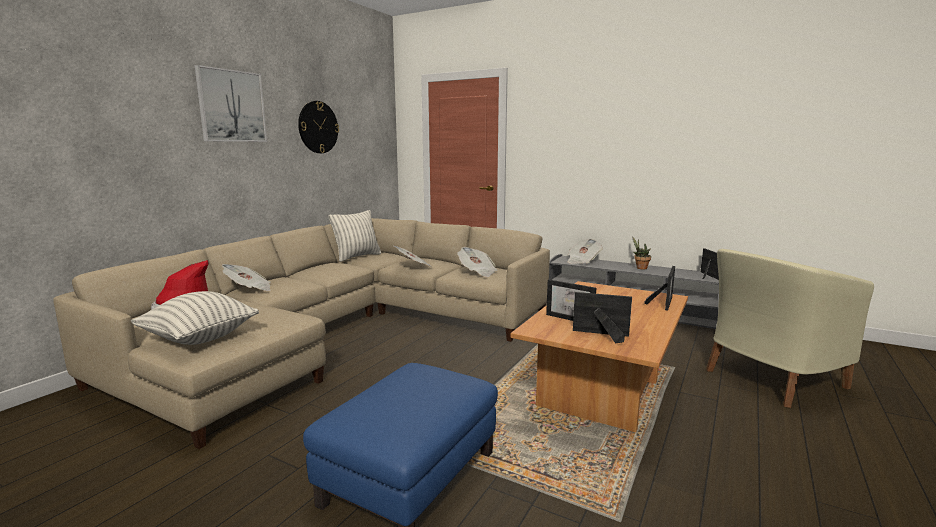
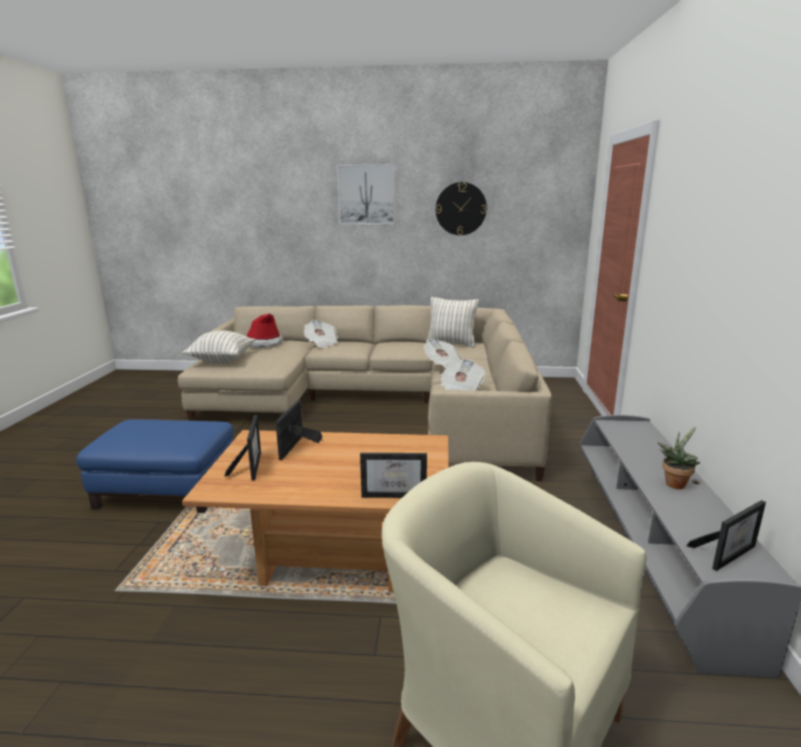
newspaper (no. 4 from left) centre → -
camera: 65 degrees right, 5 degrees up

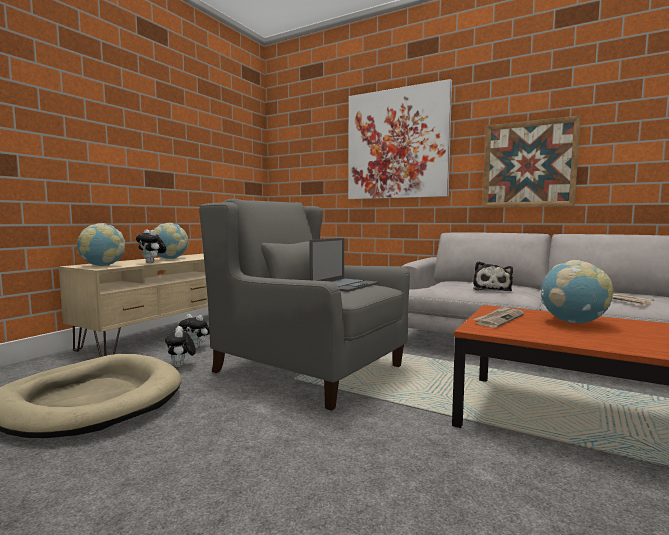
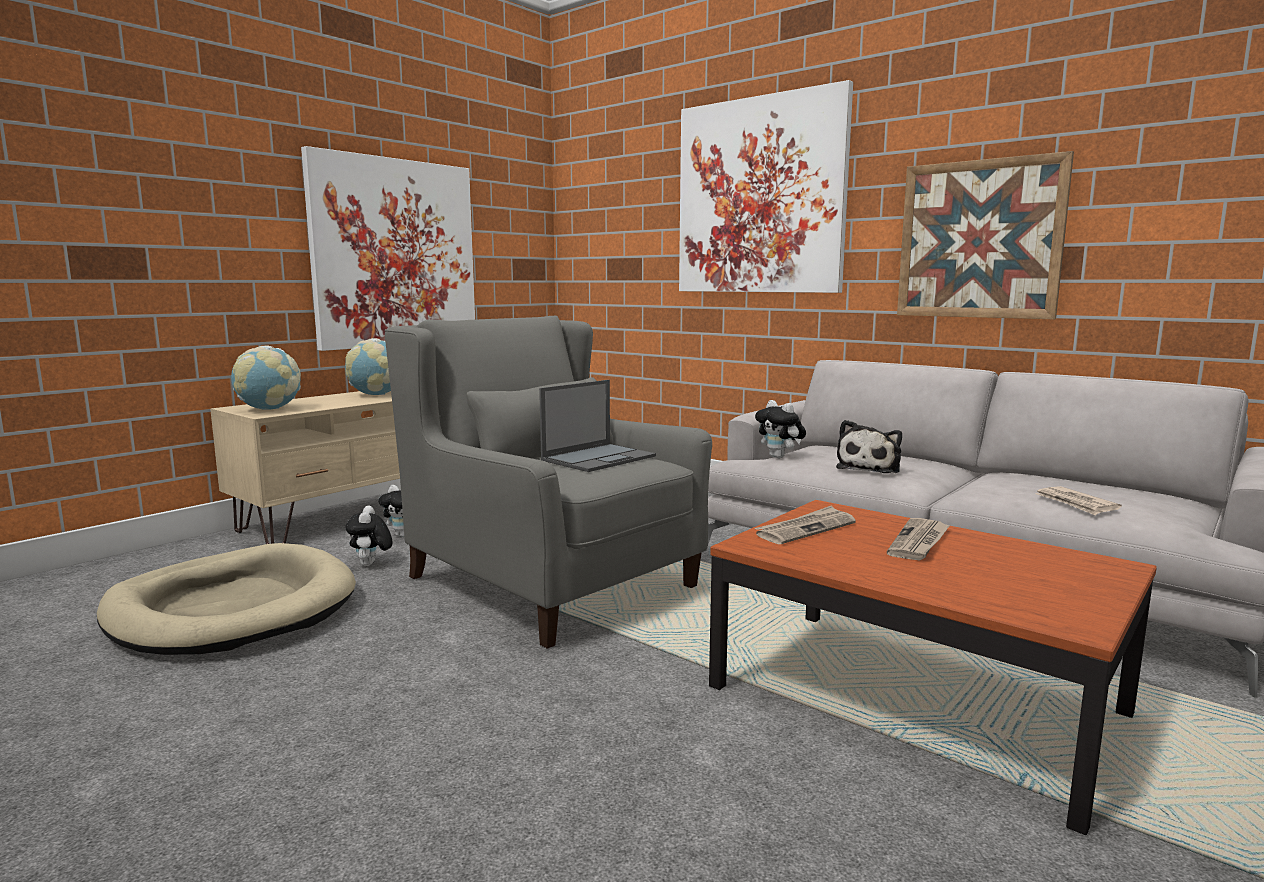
plush toy (no. 1 from left in the first image) middle left → plush toy (no. 3 from left) centre, shifted
globe (no. 3 from left) middle right → newspaper (no. 2 from left) middle right
- → picture (no. 1 from left) top left
camera: 10 degrees right, 5 degrees up

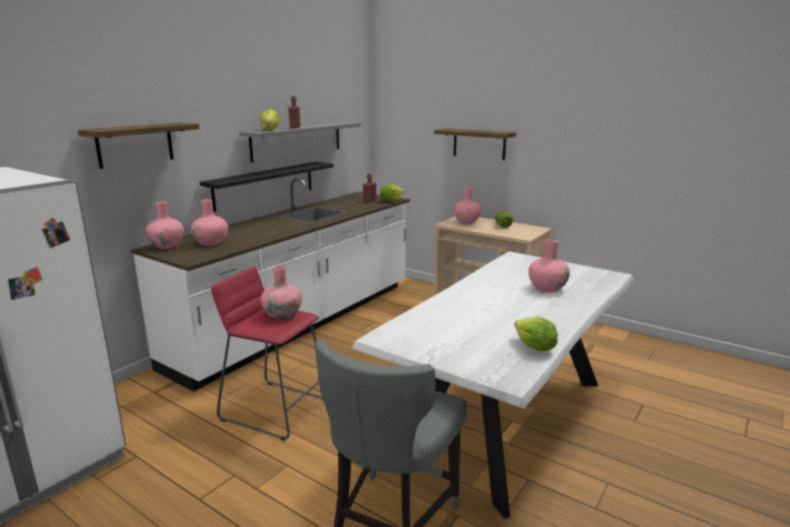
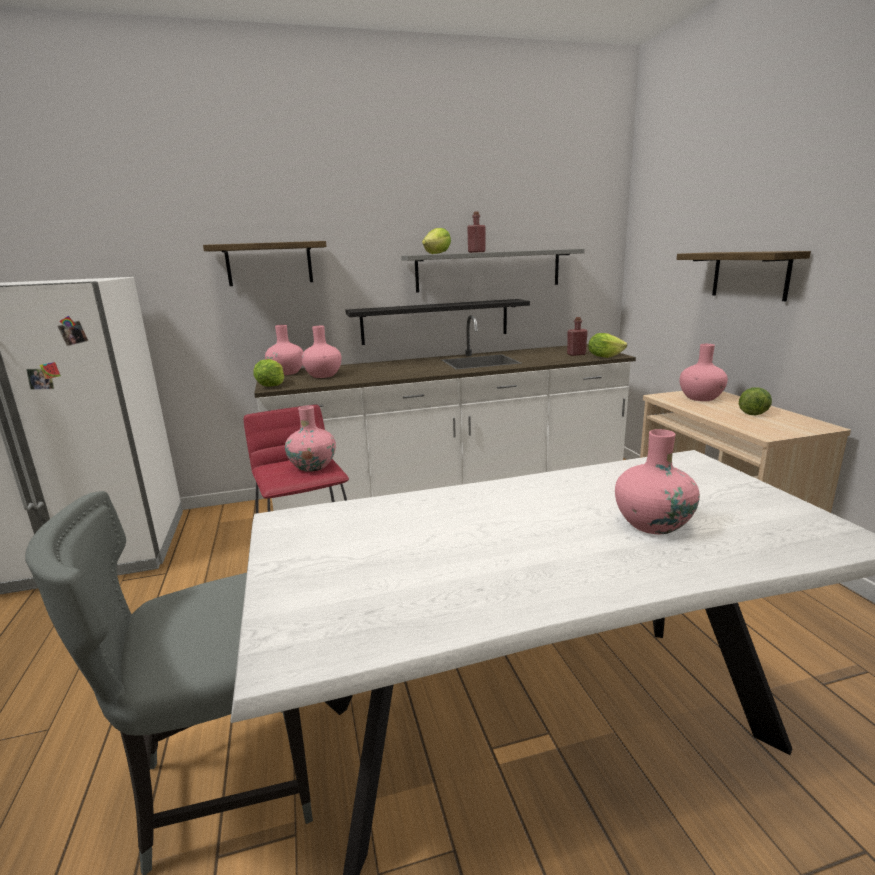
lettuce (no. 4 from left in the first image) middle right → lettuce (no. 1 from left) middle left, shifted
camera: 40 degrees right, 0 degrees up

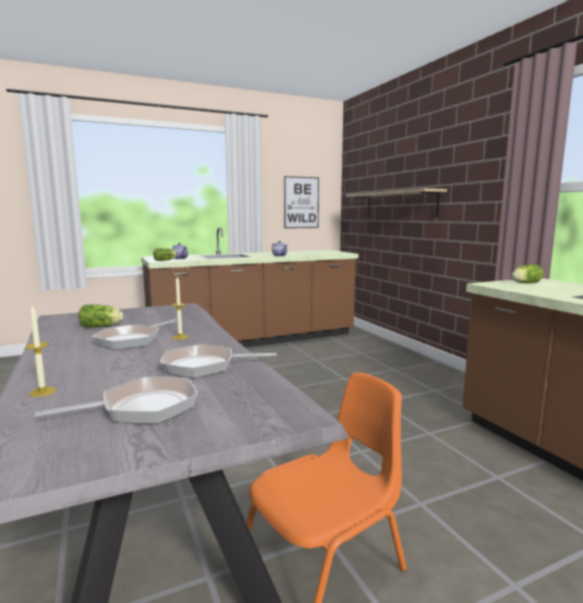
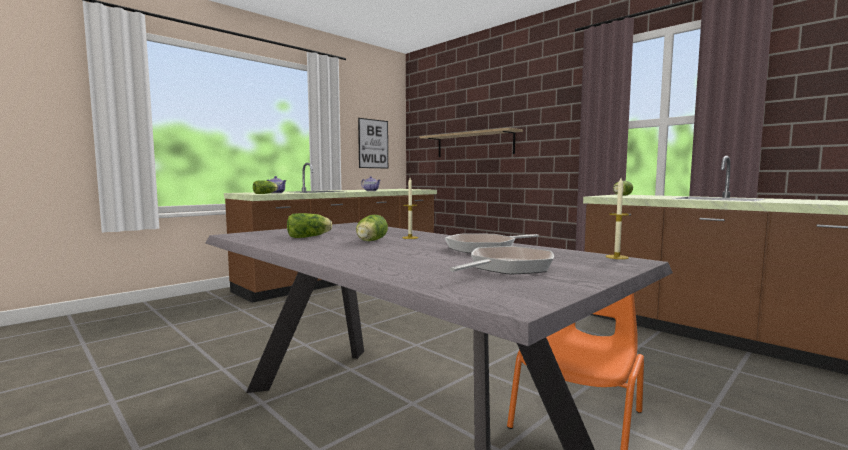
candle (no. 1 from left in the first image) middle left → candle (no. 2 from left) middle right, shifted
frying pan (no. 2 from left) middle left → lettuce (no. 3 from left) centre
camera: 20 degrees left, 5 degrees down

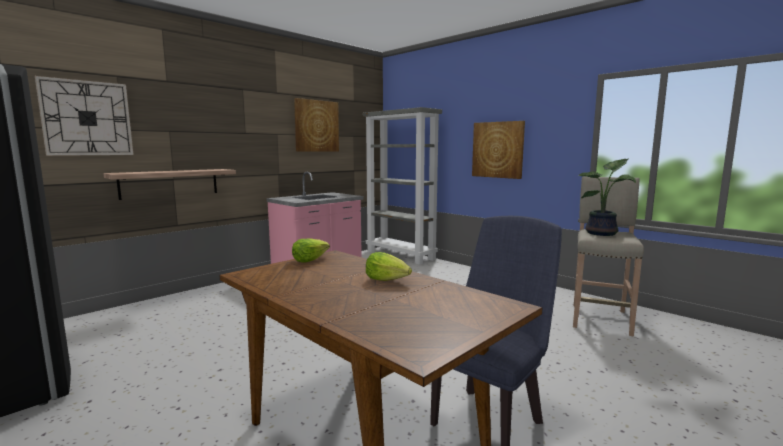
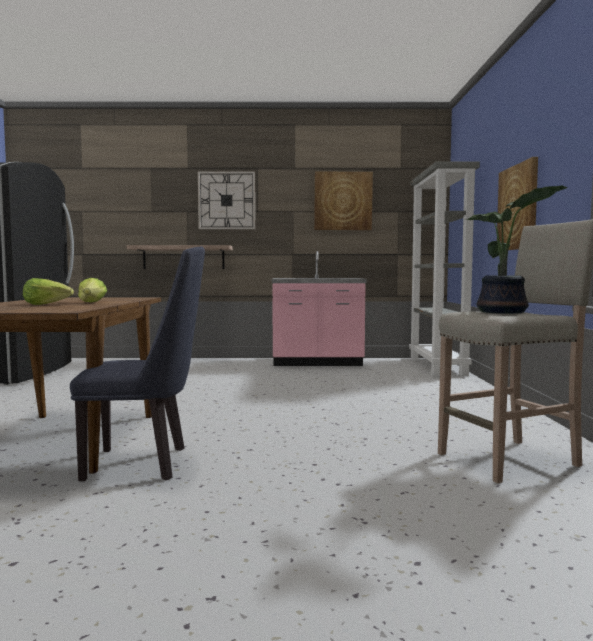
wall clock top left → wall clock top centre, shifted
lettuce (no. 1 from left) centre → lettuce (no. 1 from left) middle left, shifted
camera: 45 degrees right, 5 degrees down

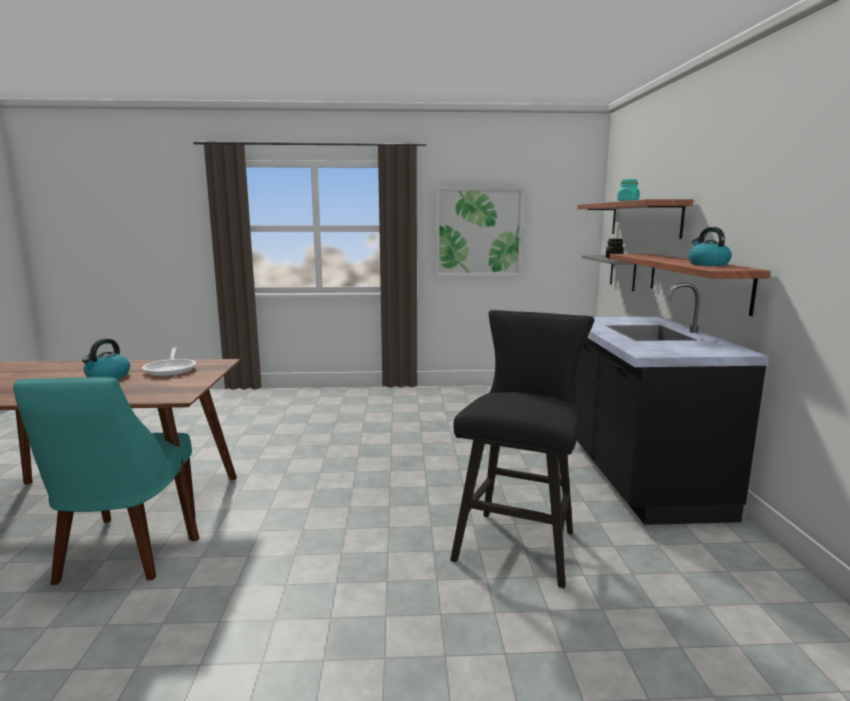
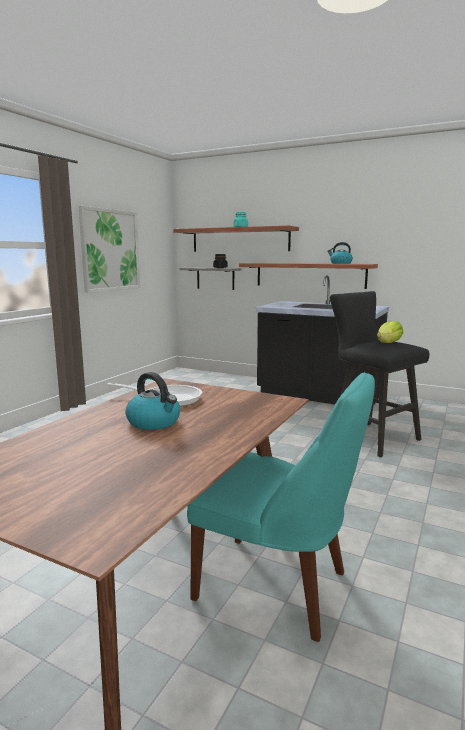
- → lettuce middle right
camera: 60 degrees left, 0 degrees up

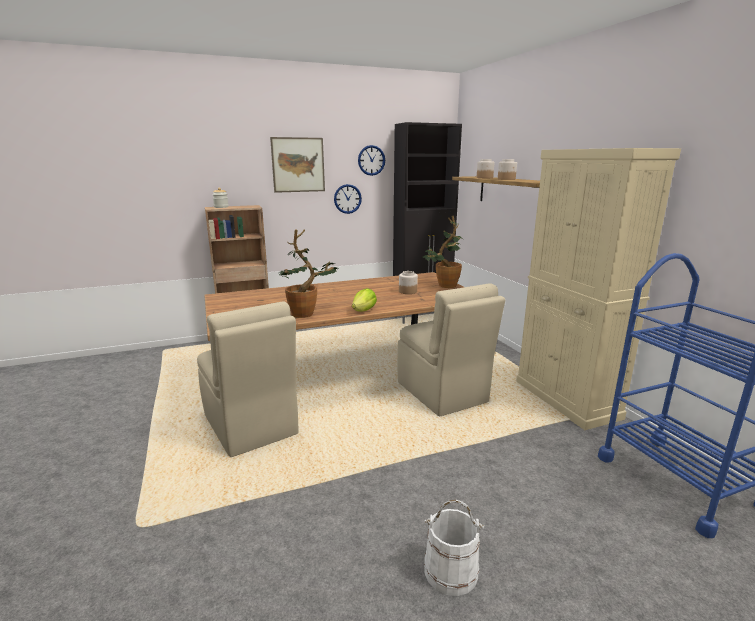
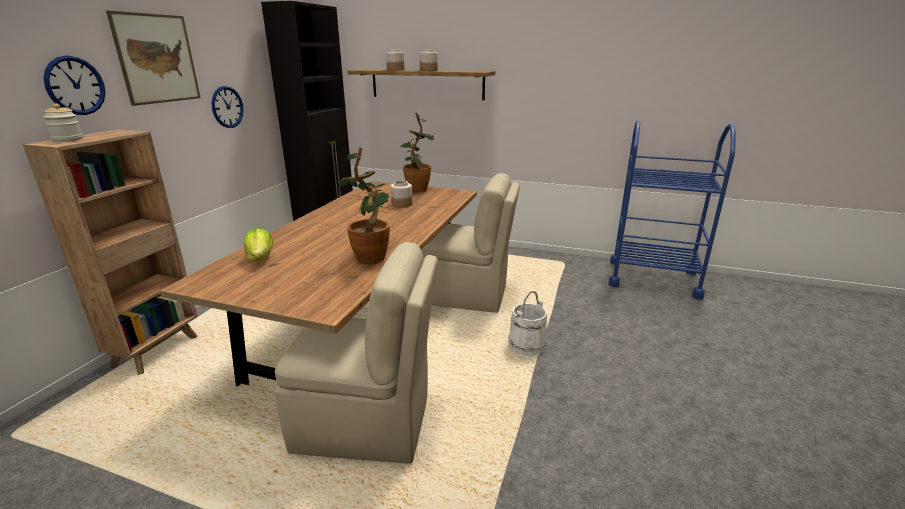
wall clock (no. 2 from left in the first image) top centre → wall clock (no. 1 from left) top left, shifted
beige cabinet middle right → -
lettuce centre → lettuce middle left, shifted
white bucket bottom centre → white bucket centre, shifted
camera: 50 degrees left, 5 degrees up

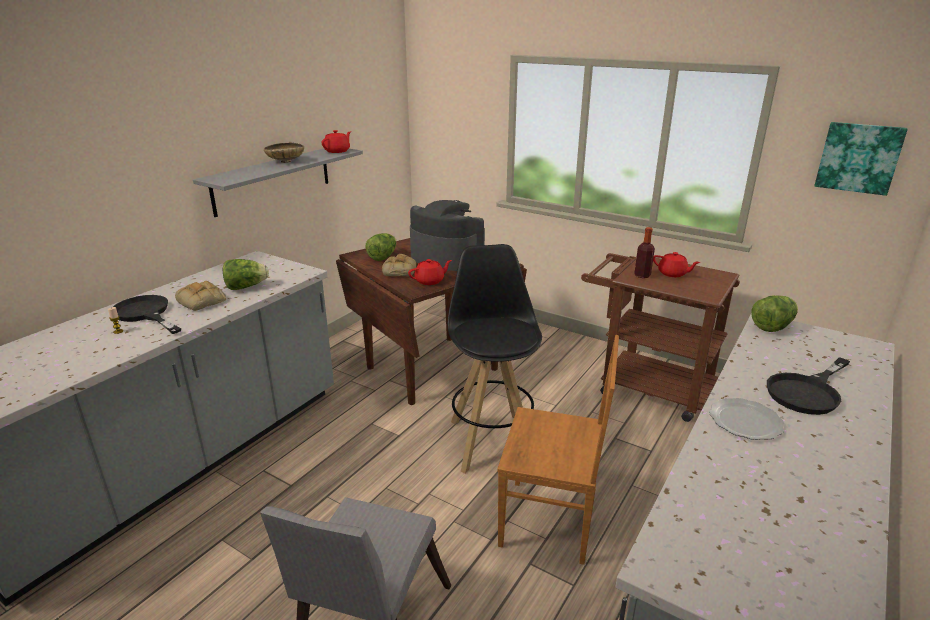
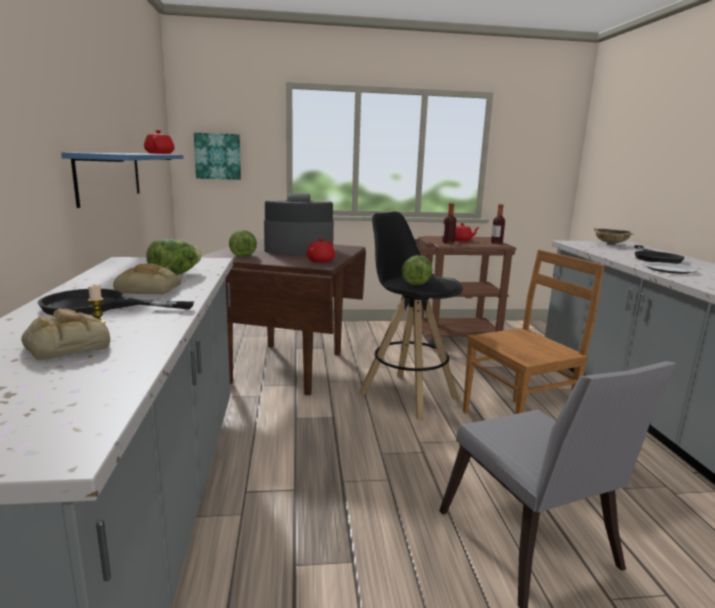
picture top right → picture top left, shifted
beige bowl top left → beige bowl middle right, shifted
grey shelf top left → blue shelf top left
bread (no. 2 from left in the first image) centre → bread (no. 1 from left) middle left, shifted
lettuce (no. 3 from left) middle right → lettuce (no. 3 from left) centre, shifted
- → bottle (no. 2 from left) middle right
camera: 40 degrees left, 10 degrees down

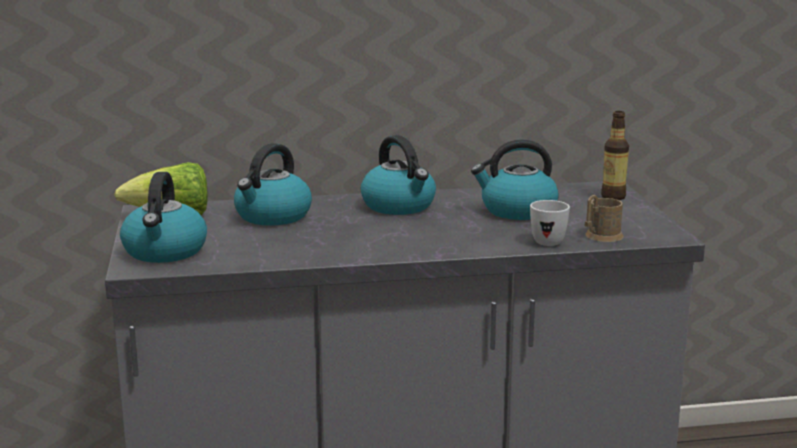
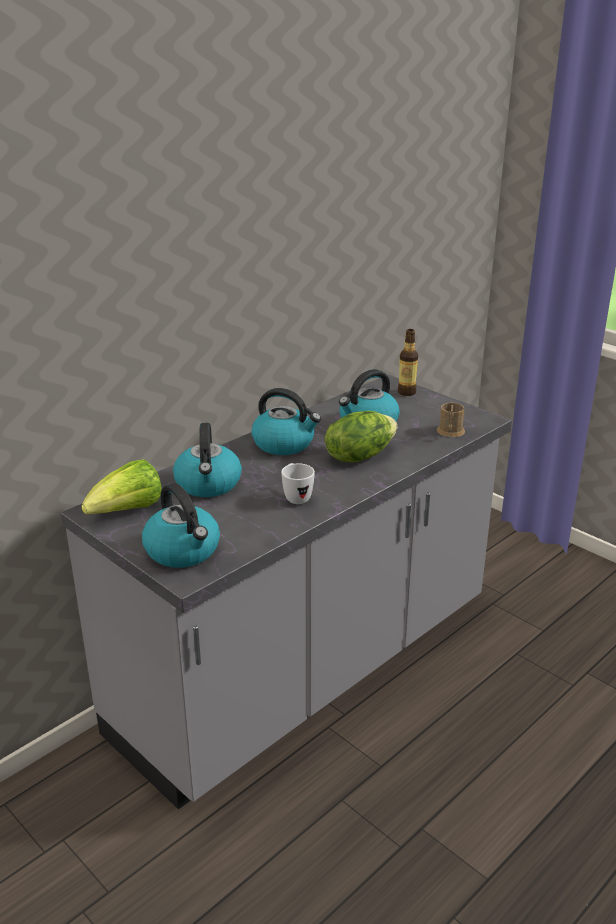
white mug middle right → white mug centre, shifted
- → lettuce (no. 2 from left) centre
camera: 35 degrees left, 10 degrees up

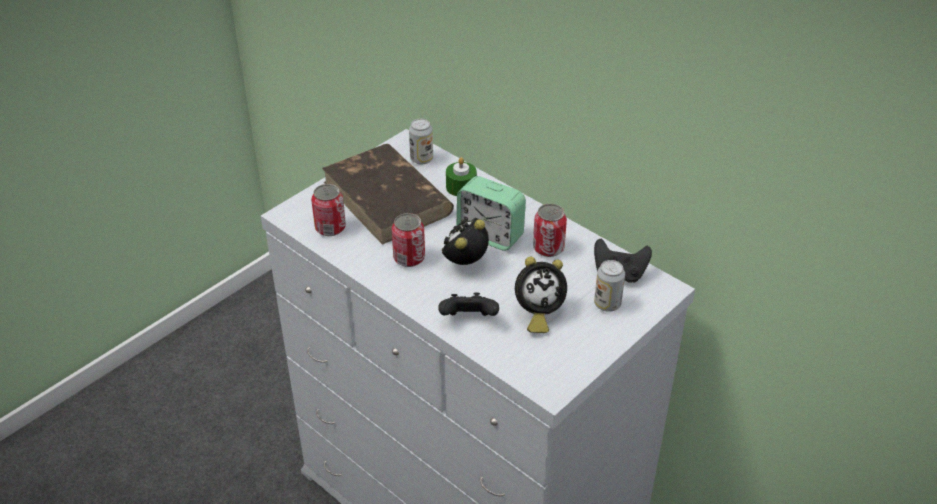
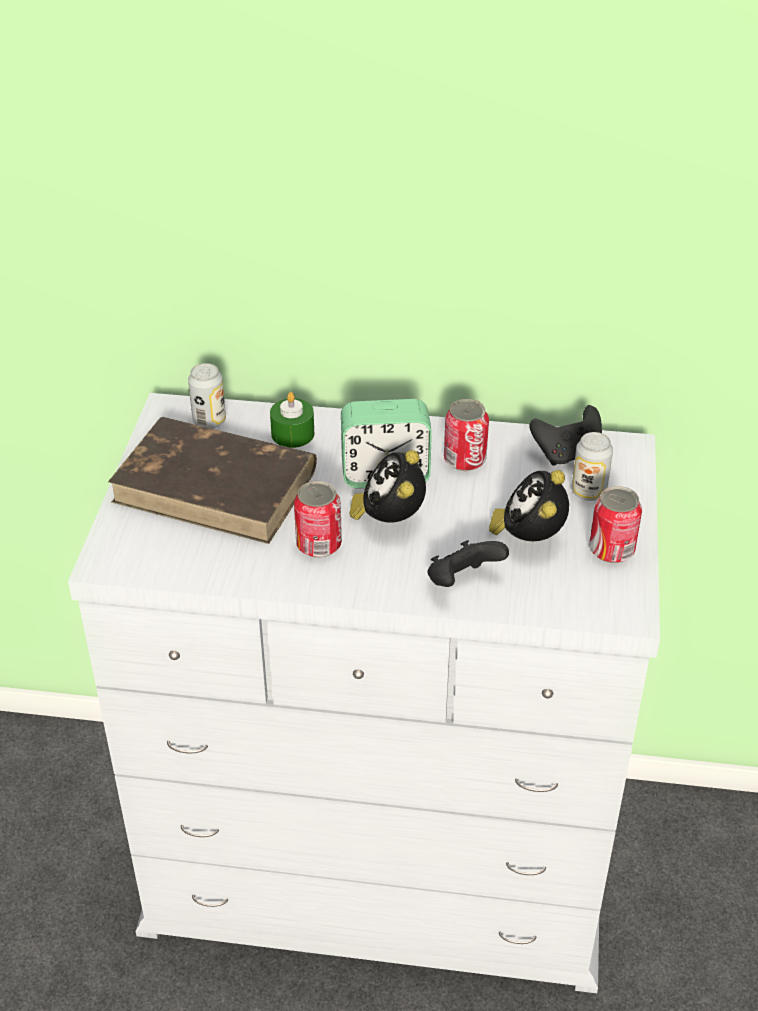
can (no. 1 from left in the first image) centre → can (no. 5 from left) middle right, shifted
alarm clock (no. 3 from left) centre → alarm clock (no. 3 from left) middle right, 150 degrees clockwise
camera: 35 degrees left, 0 degrees up

